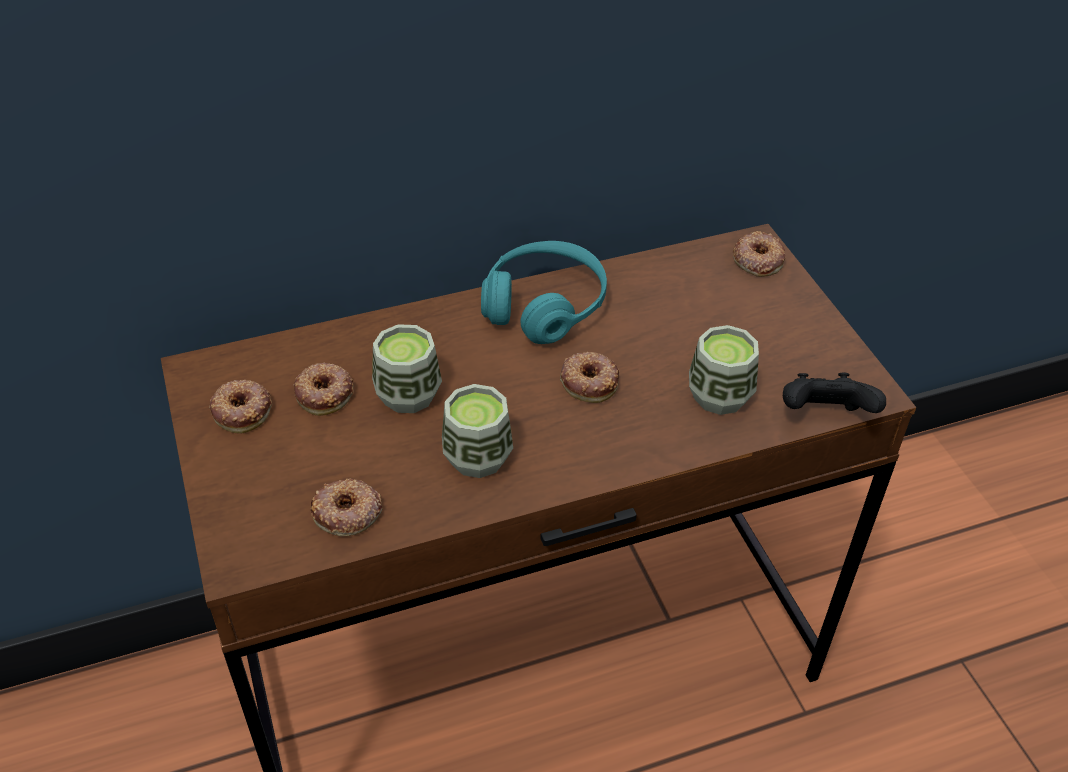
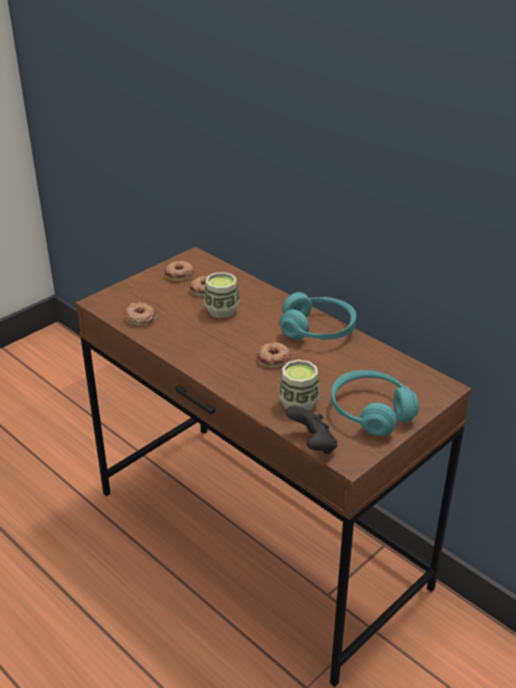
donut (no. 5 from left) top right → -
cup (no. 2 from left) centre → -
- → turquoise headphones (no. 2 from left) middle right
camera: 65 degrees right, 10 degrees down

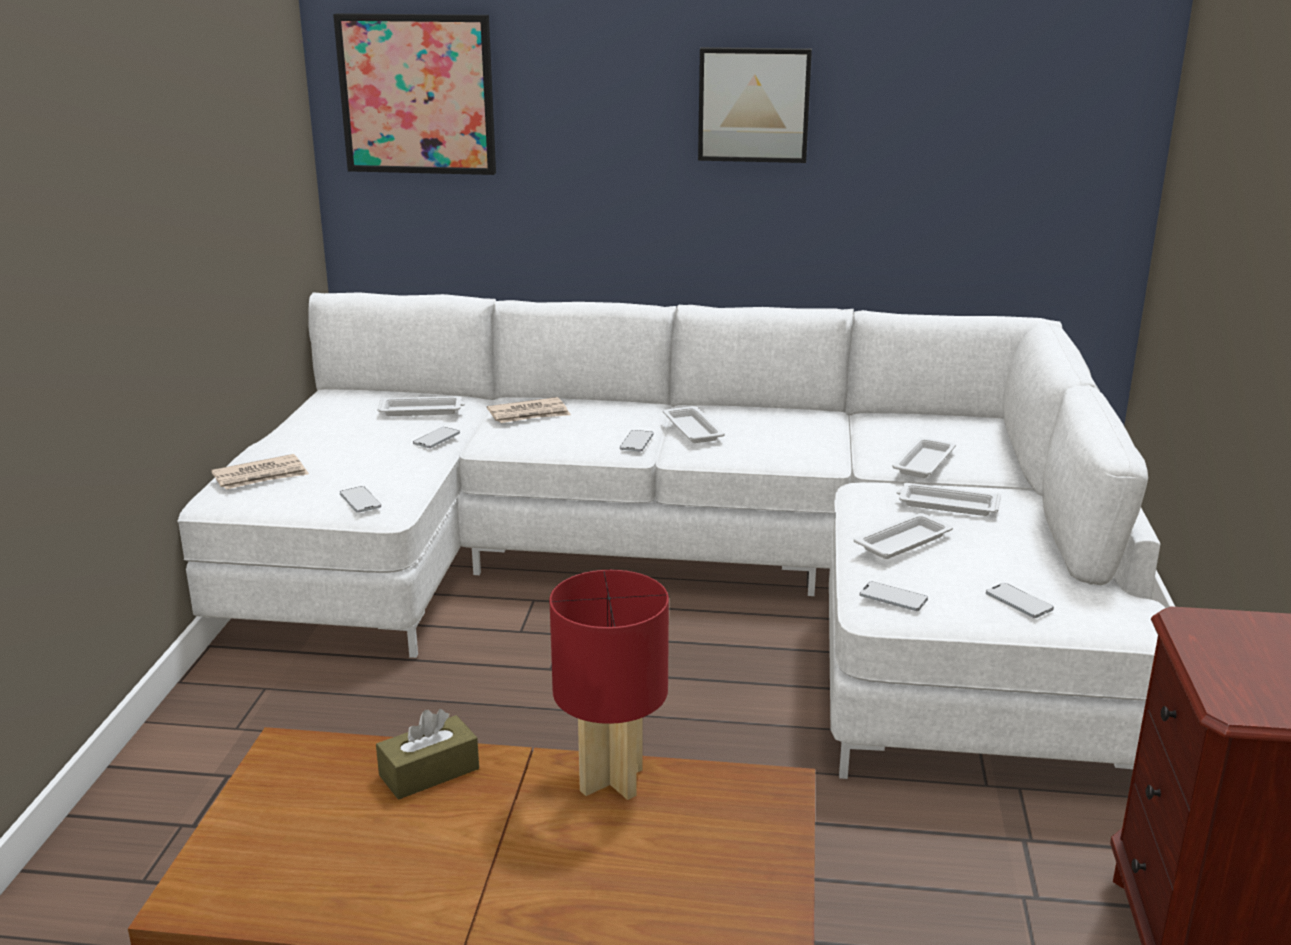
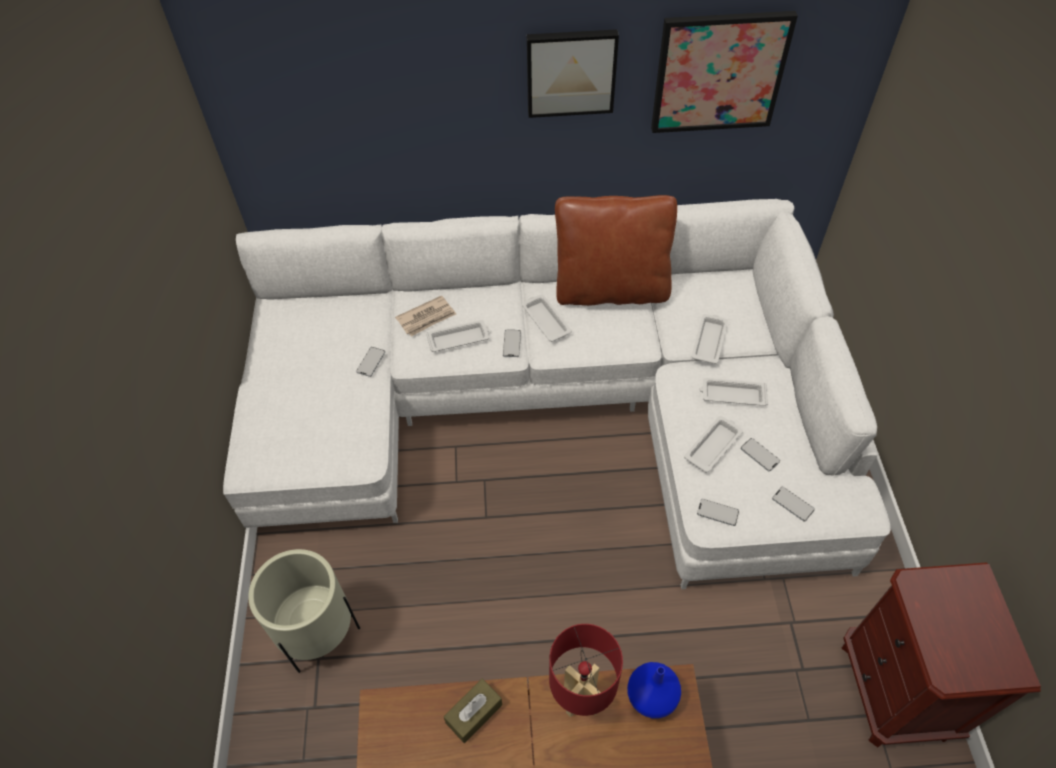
picture (no. 1 from left in the first image) top left → picture (no. 2 from left) top right, shifted
white tray (no. 1 from left) middle left → white tray (no. 1 from left) centre, shifted
newspaper (no. 1 from left) middle left → -
phone (no. 1 from left in the first image) middle left → phone (no. 4 from left) middle right, shifted
- → brown pillow top centre
- → beige planter bottom left
- → blue vase bottom centre
camera: 10 degrees left, 30 degrees up

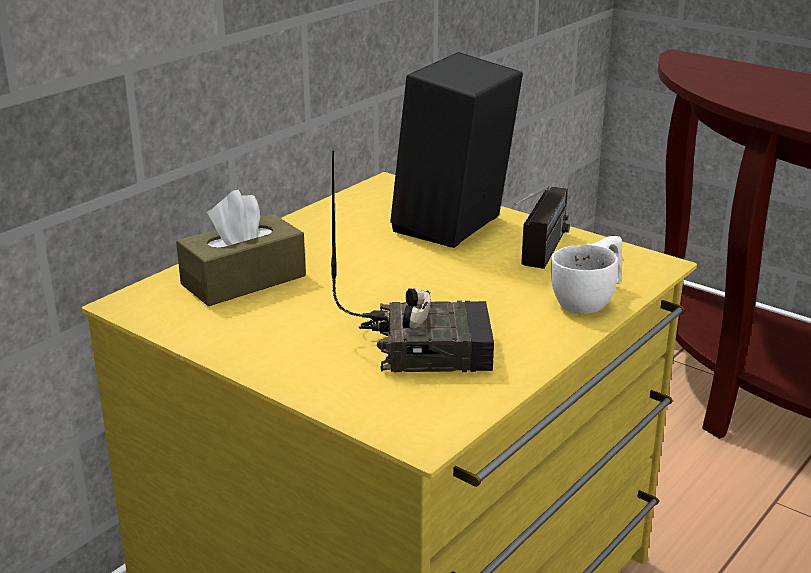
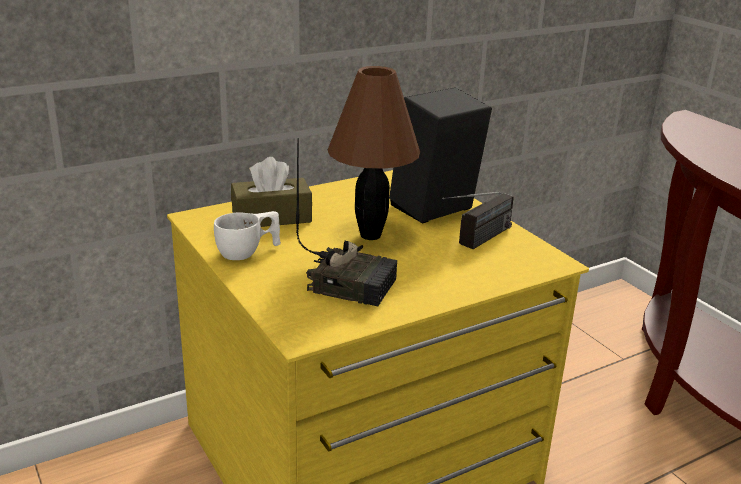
white cup middle right → white cup centre, shifted
- → brown table lamp top centre
camera: 20 degrees right, 0 degrees up

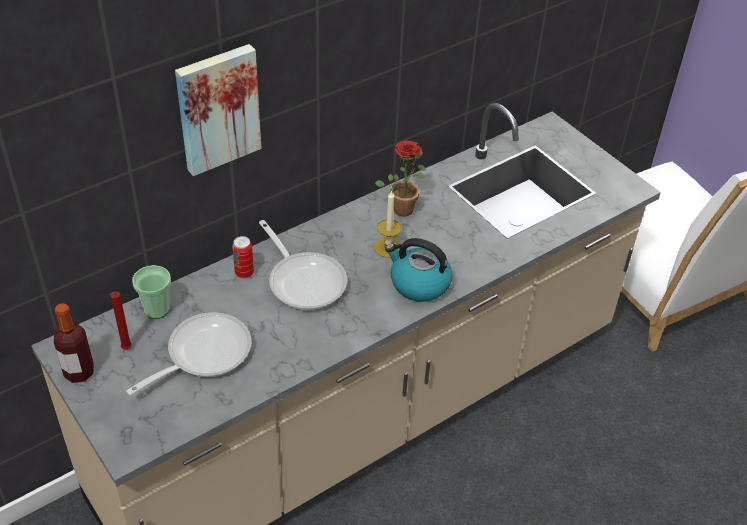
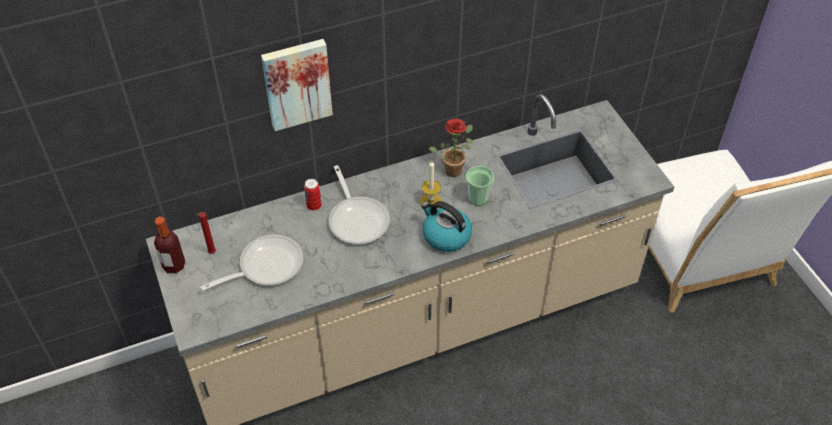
cup middle left → cup centre, shifted
camera: 15 degrees right, 5 degrees up

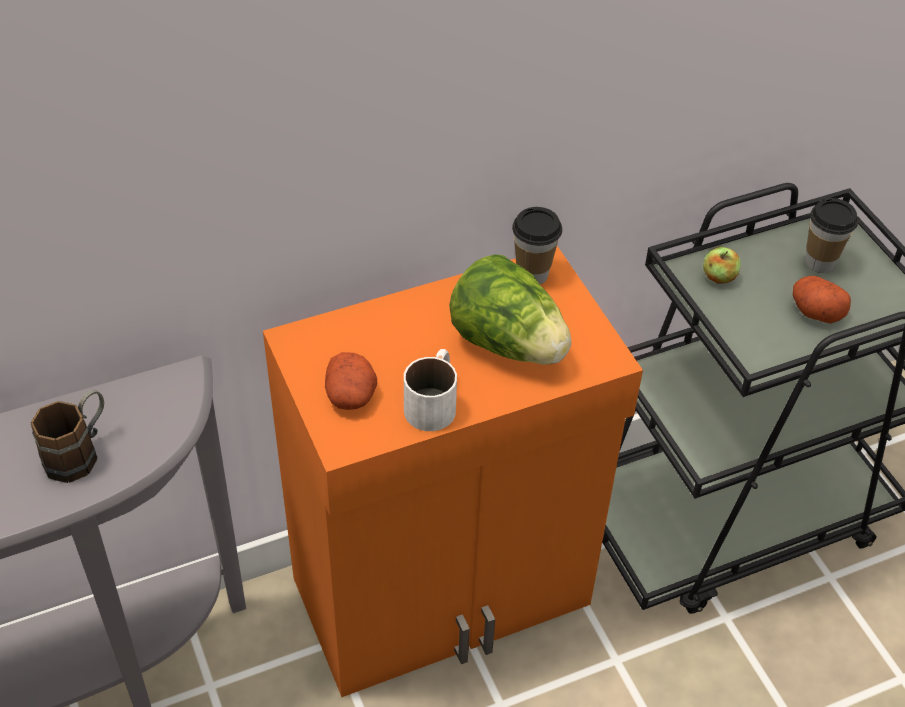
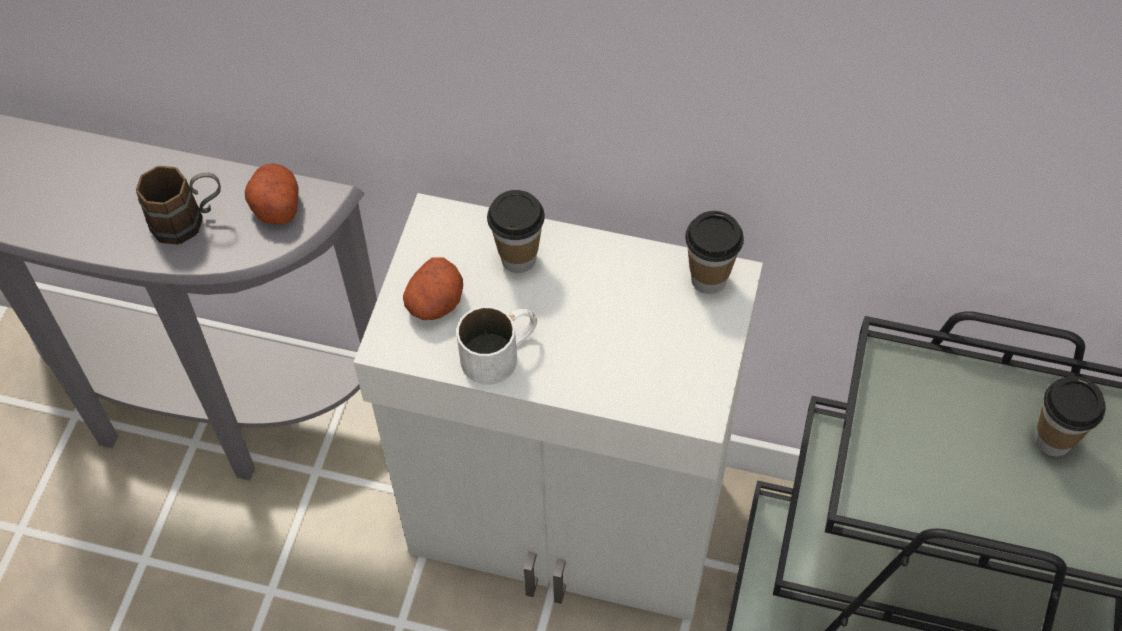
orange cabinet centre → white cabinet centre
apple middle right → -
lettuce centre → -
potato (no. 2 from left in the first image) middle right → potato (no. 1 from left) top left, shifted
- → cup (no. 1 from left) centre
camera: 40 degrees right, 10 degrees up

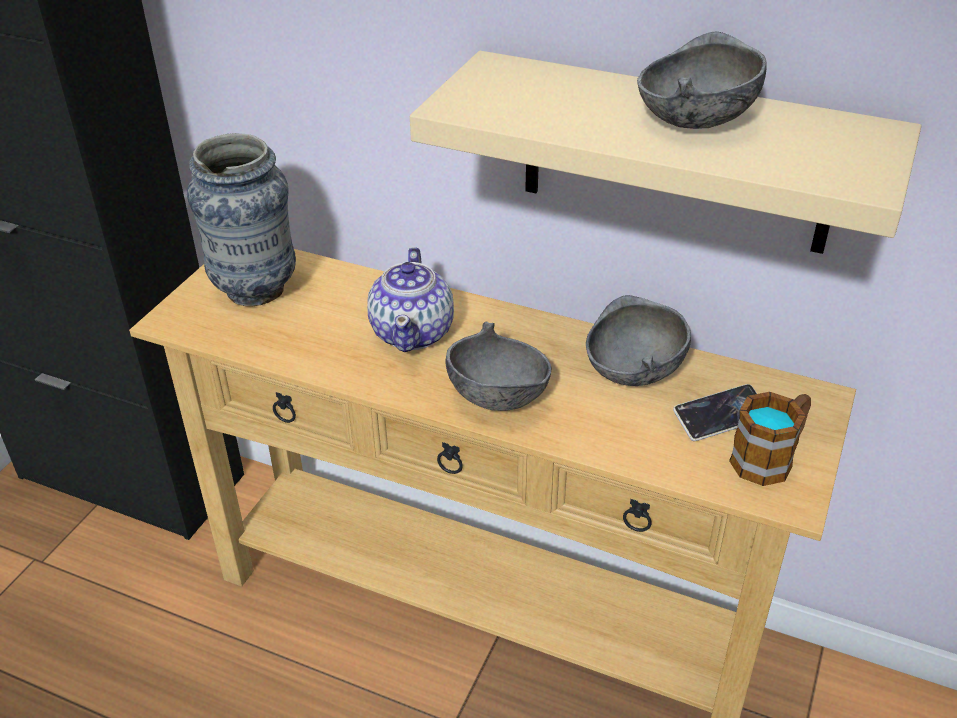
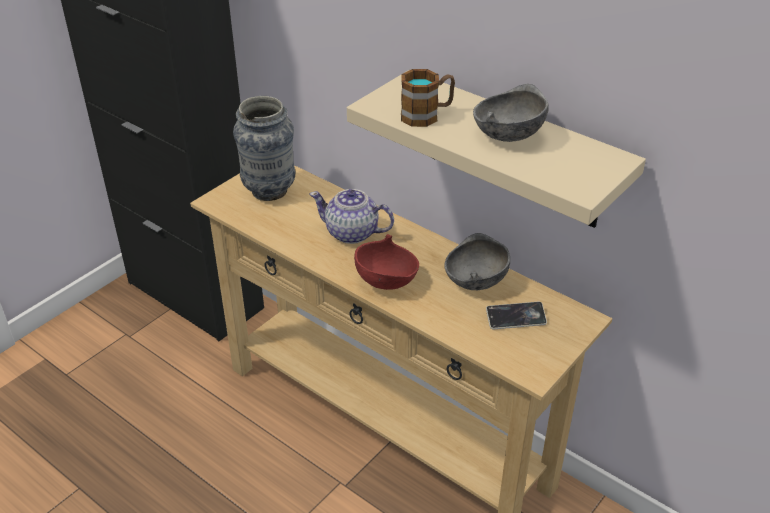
teapot centre, 90 degrees clockwise
grey bowl (no. 1 from left) centre → red bowl centre
mug middle right → mug top centre, shifted
camera: 15 degrees right, 0 degrees up

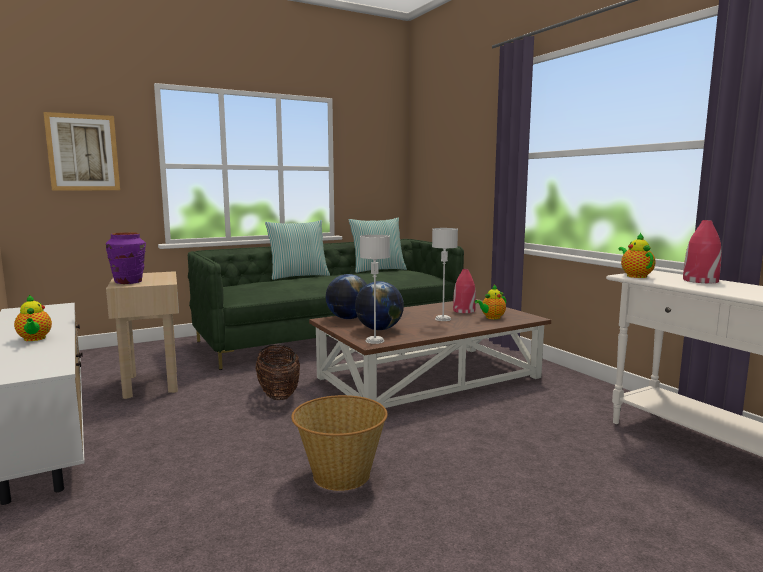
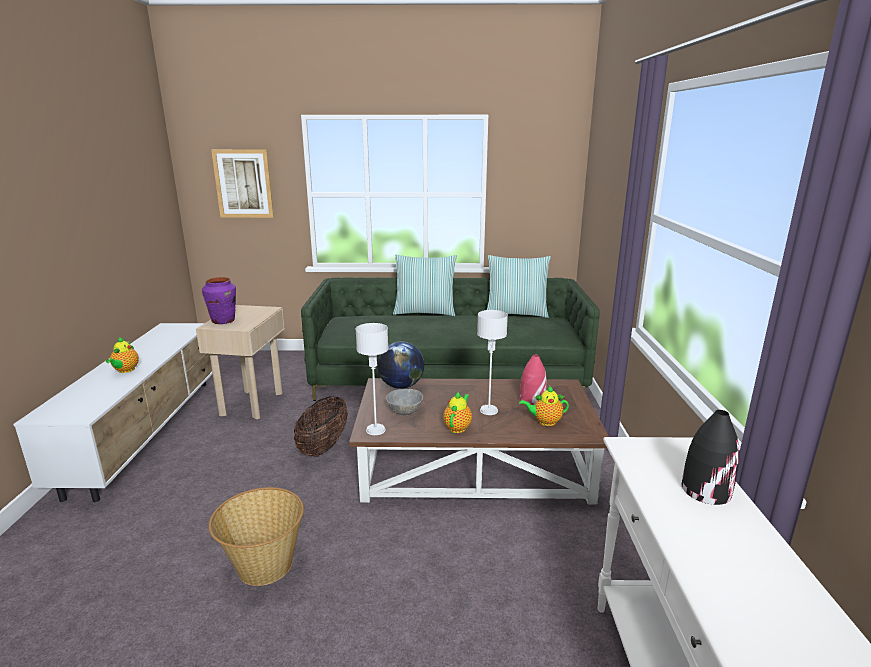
red vase (no. 2 from left) middle right → black vase bottom right
teapot (no. 3 from left in the first image) middle right → teapot (no. 2 from left) centre, shifted
globe (no. 2 from left) centre → grey bowl centre
camera: 30 degrees right, 10 degrees up

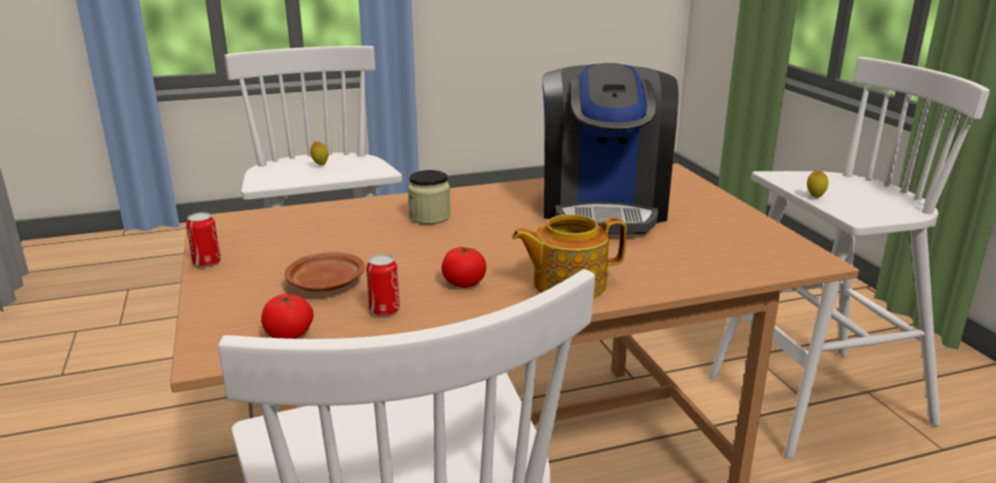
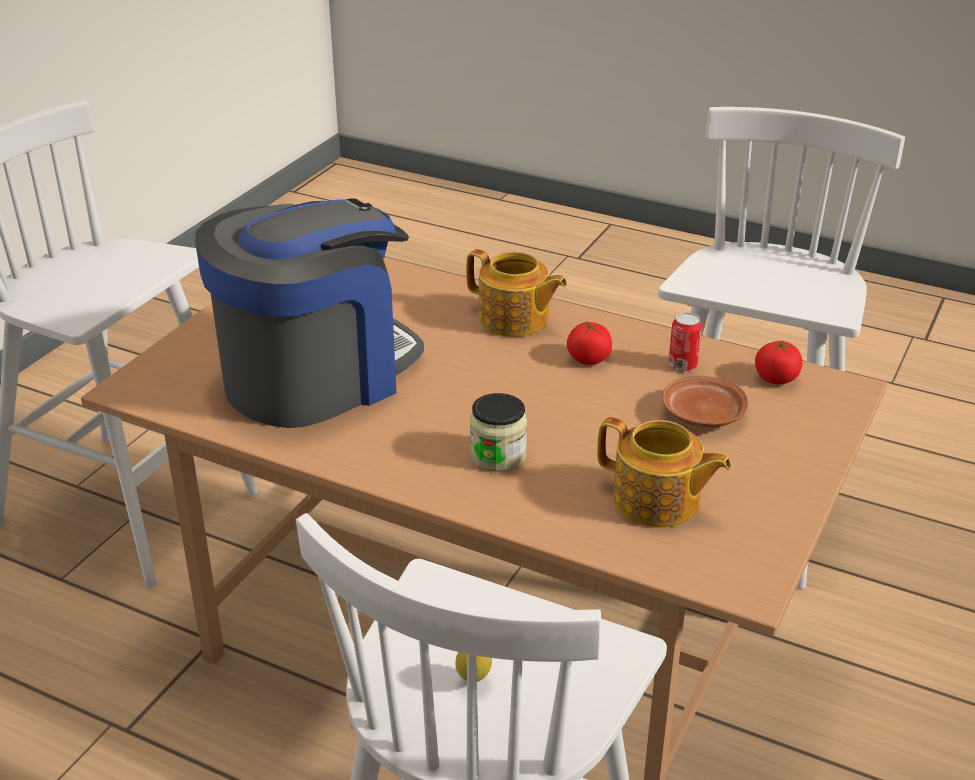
lemon (no. 2 from left) middle right → -
can (no. 1 from left) middle left → -
- → teapot (no. 2 from left) middle right
camera: 135 degrees left, 10 degrees up

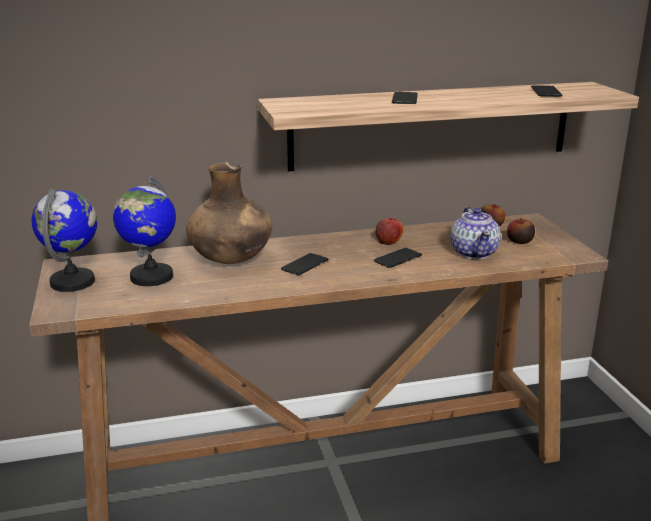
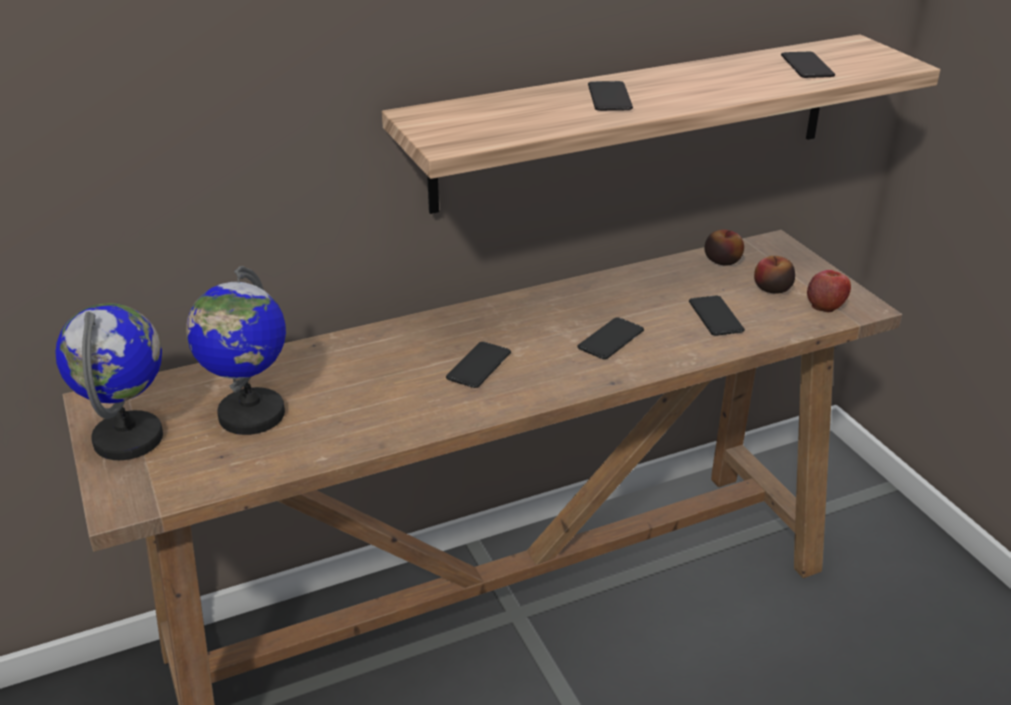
brown vase centre → -
teapot middle right → phone (no. 4 from left) middle right
apple (no. 1 from left in the first image) centre → apple (no. 3 from left) middle right, shifted
camera: 10 degrees left, 10 degrees up

